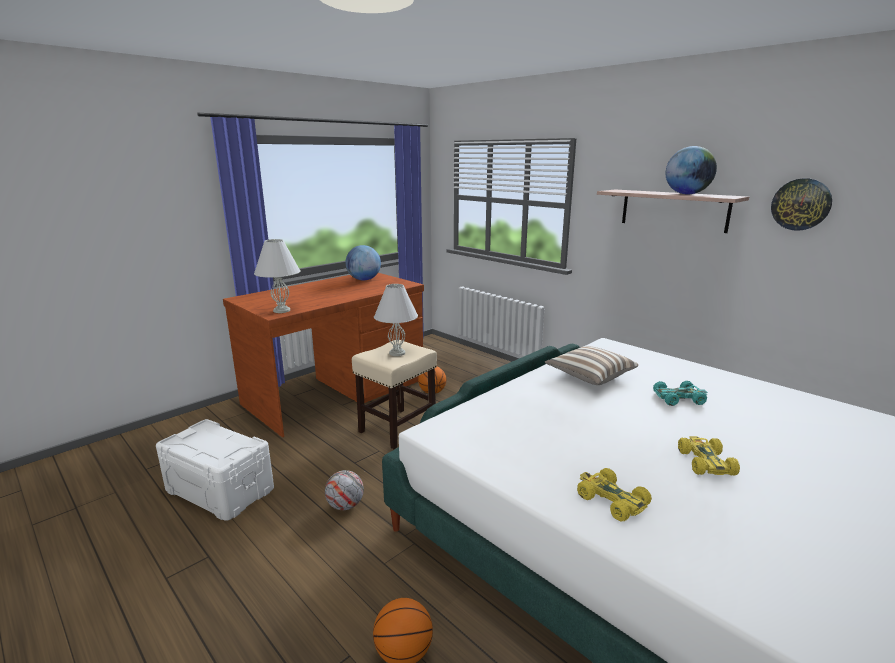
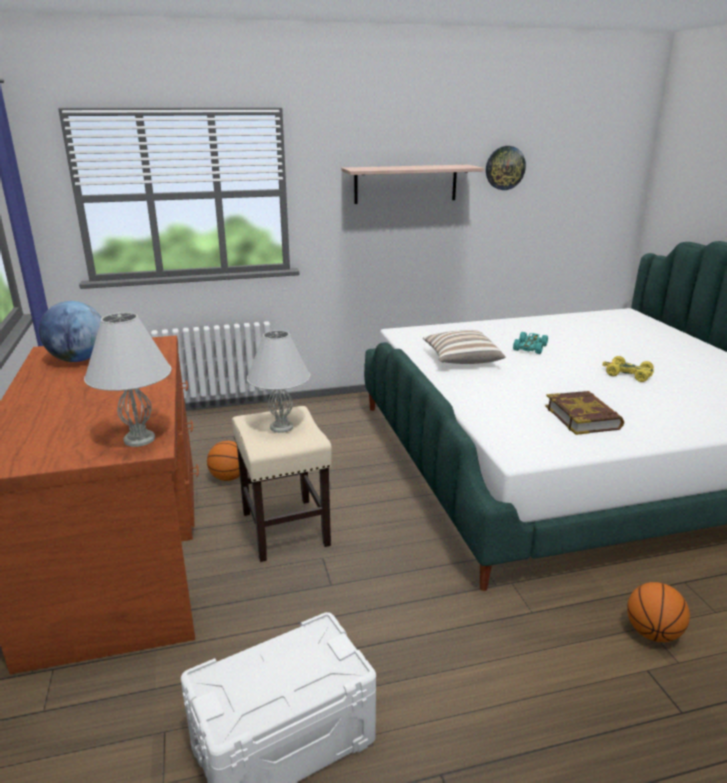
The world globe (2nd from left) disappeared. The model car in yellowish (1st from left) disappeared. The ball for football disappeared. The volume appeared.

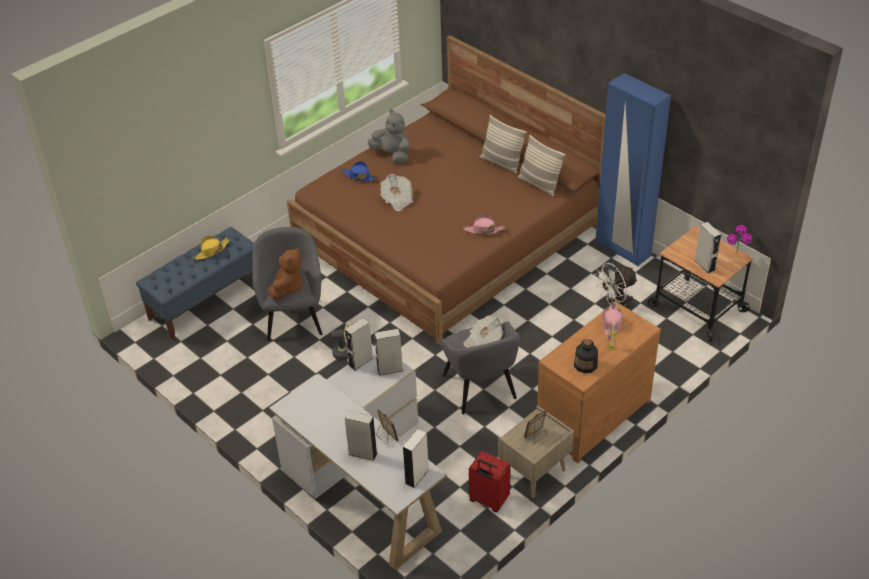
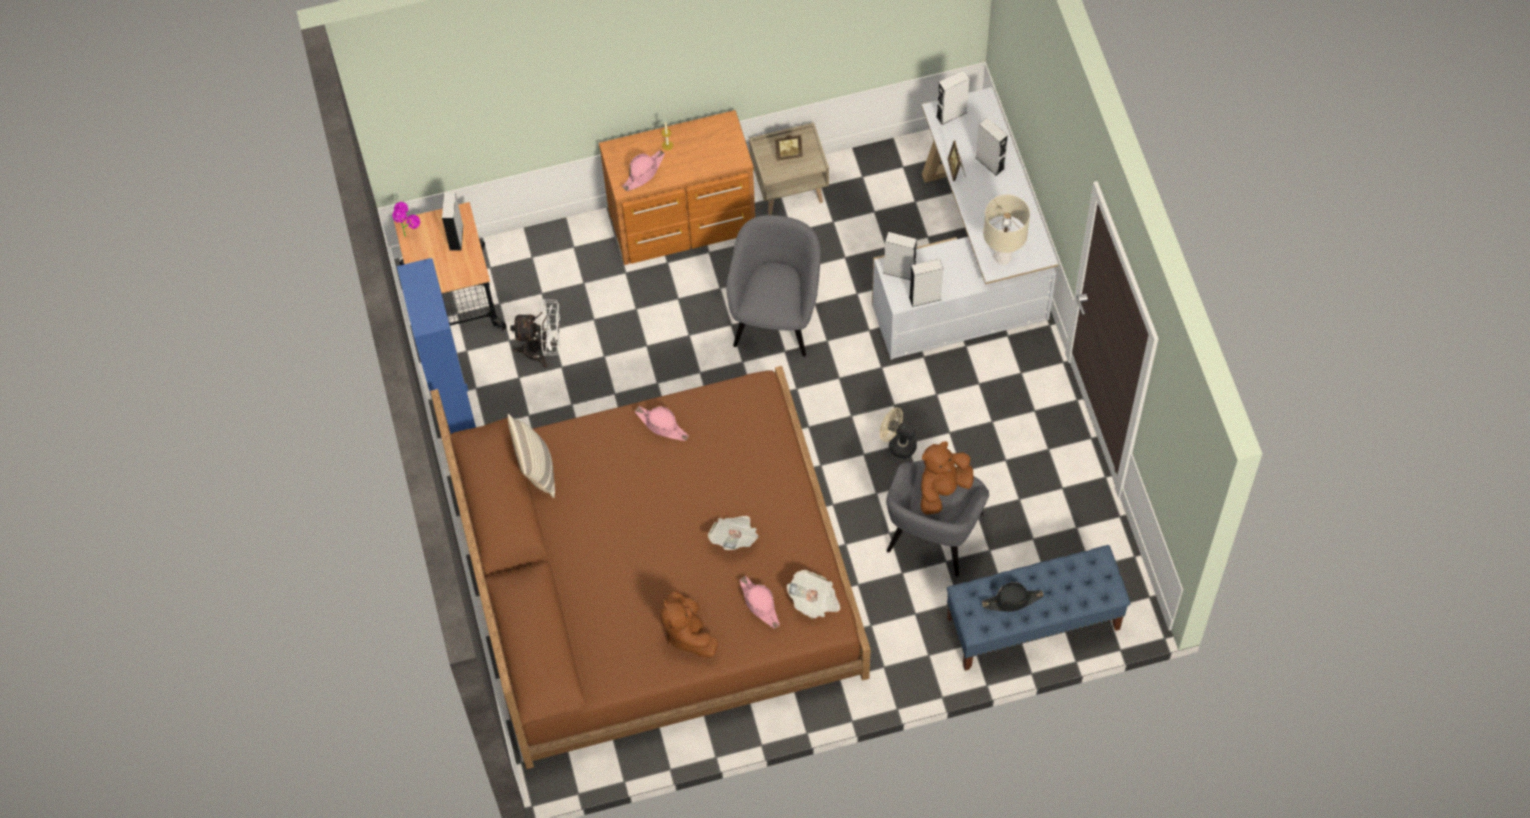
The plush toy in gray became the plush toy in brownish (1st from left). The cushion (1st from left) disappeared. The hat in blue became the hat in pink (3rd from left). The hat in yellowish became the hat in black. The printed paper (2nd from left) moved. The beverage bottle disappeared. The suitcase in red-coloured disappeared. The tabletop lamp in beige-coloured appeared.

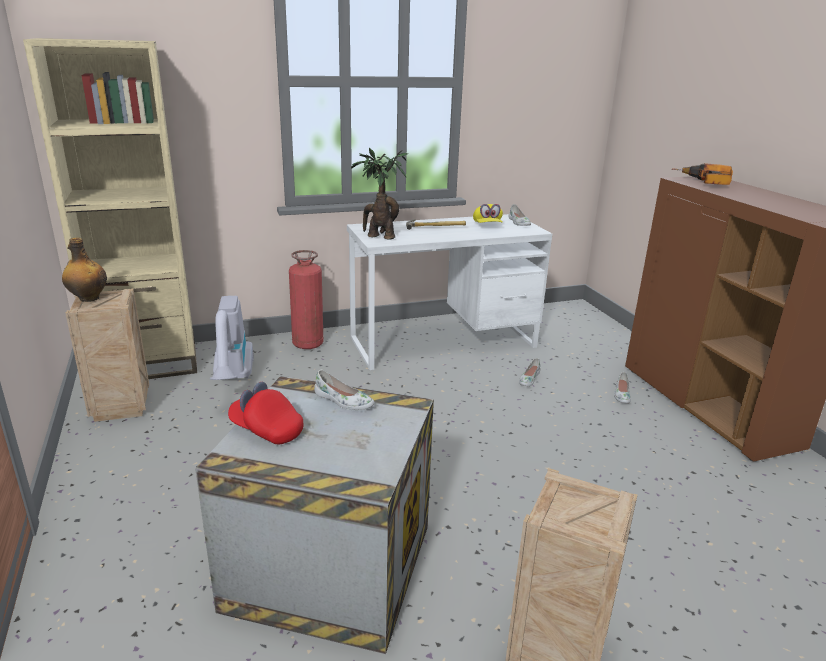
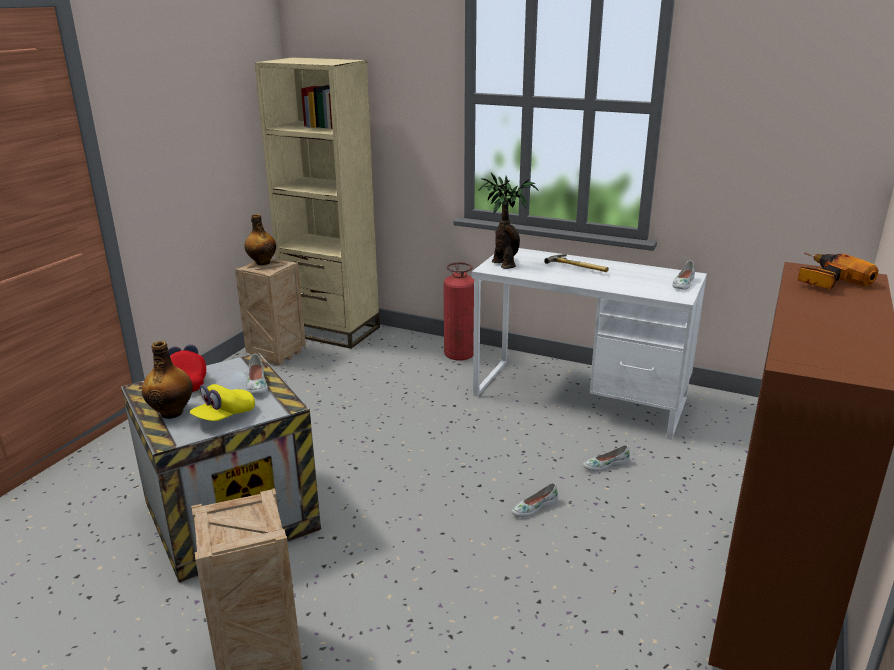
The baseball cap in yellowish moved. The hoover disappeared. The item of footwear in white (4th from left in the first image) moved. The beverage bottle (1st from left) appeared.

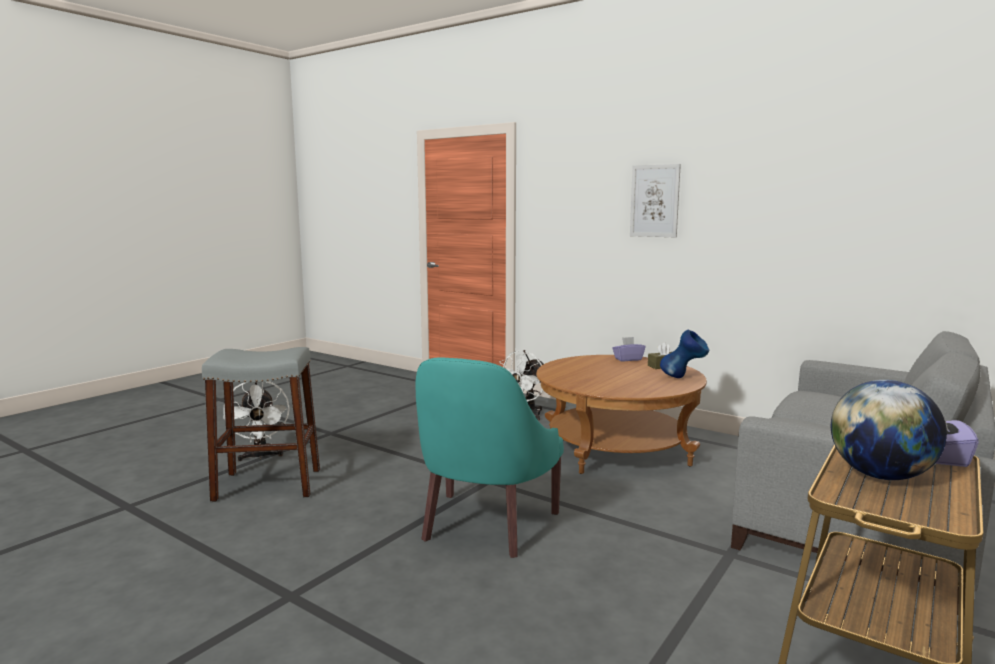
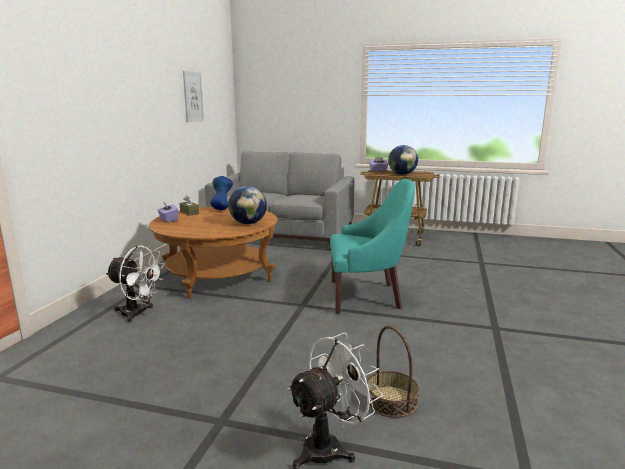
The wall art moved. The stool seat in gray was replaced by the storage basket. The world globe (1st from left) appeared.

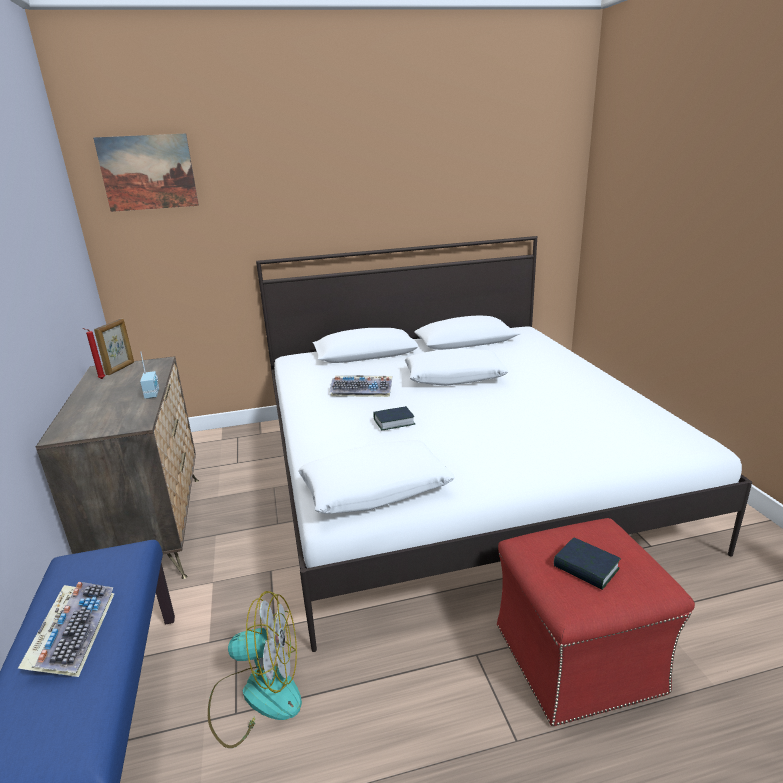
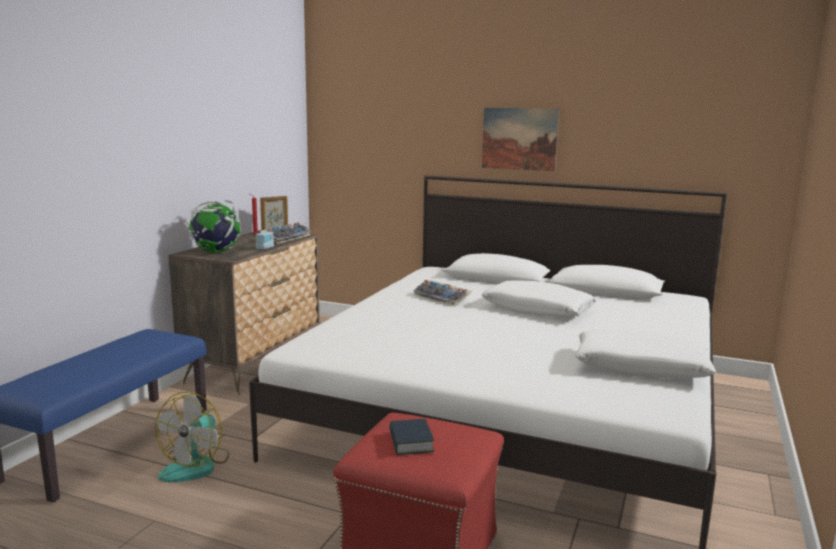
The wall art moved. The volume (1st from left) disappeared. The cushion in white (1st from left in the first image) moved. The keyboard (1st from left) moved. The cooling fan turned 75 degrees clockwise. The world globe appeared.

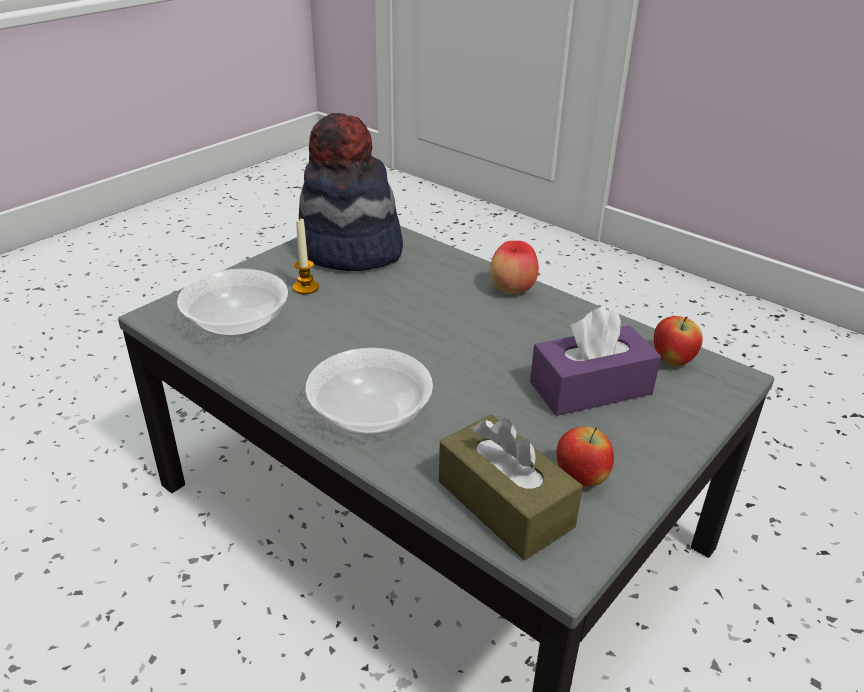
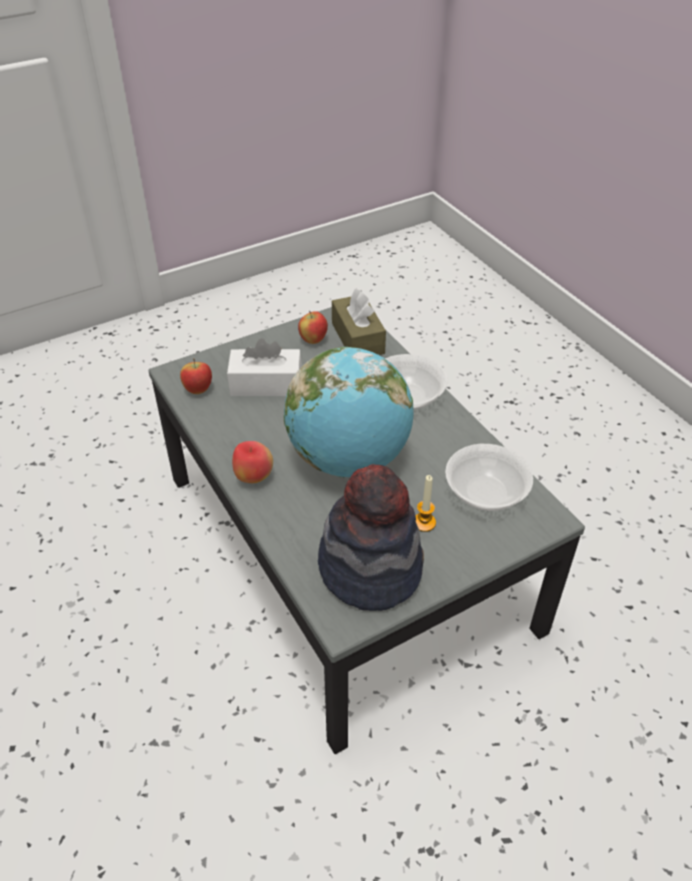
The box of tissues in purple became the box of tissues in white. The world globe appeared.

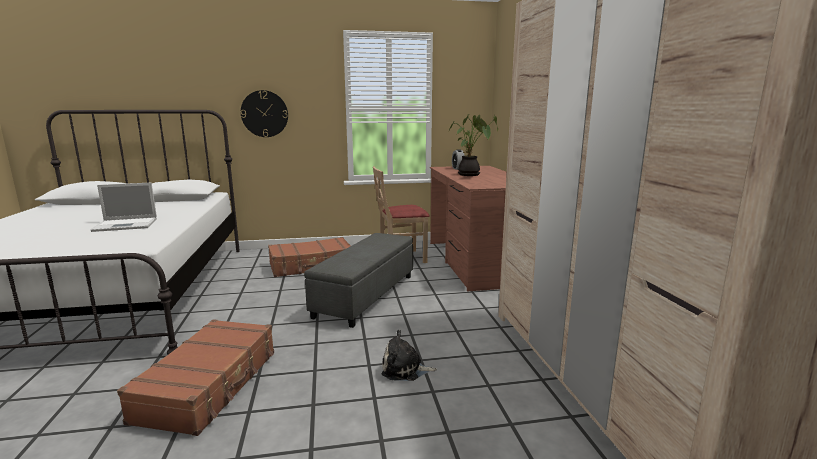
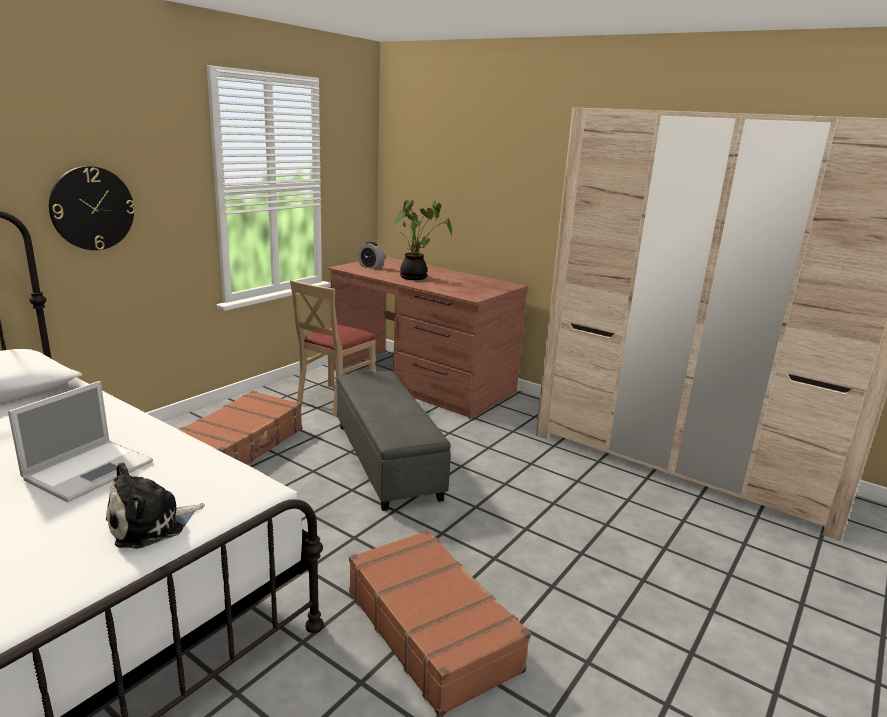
The plush toy moved.

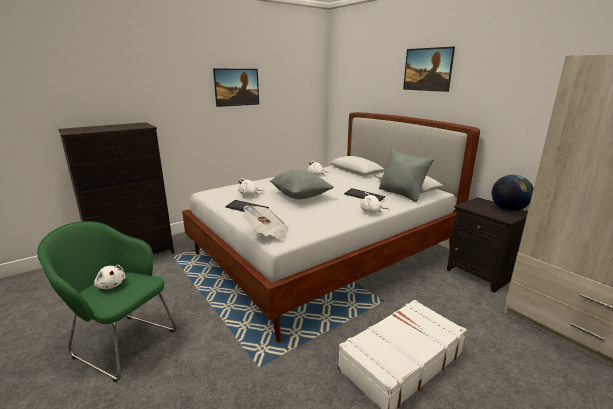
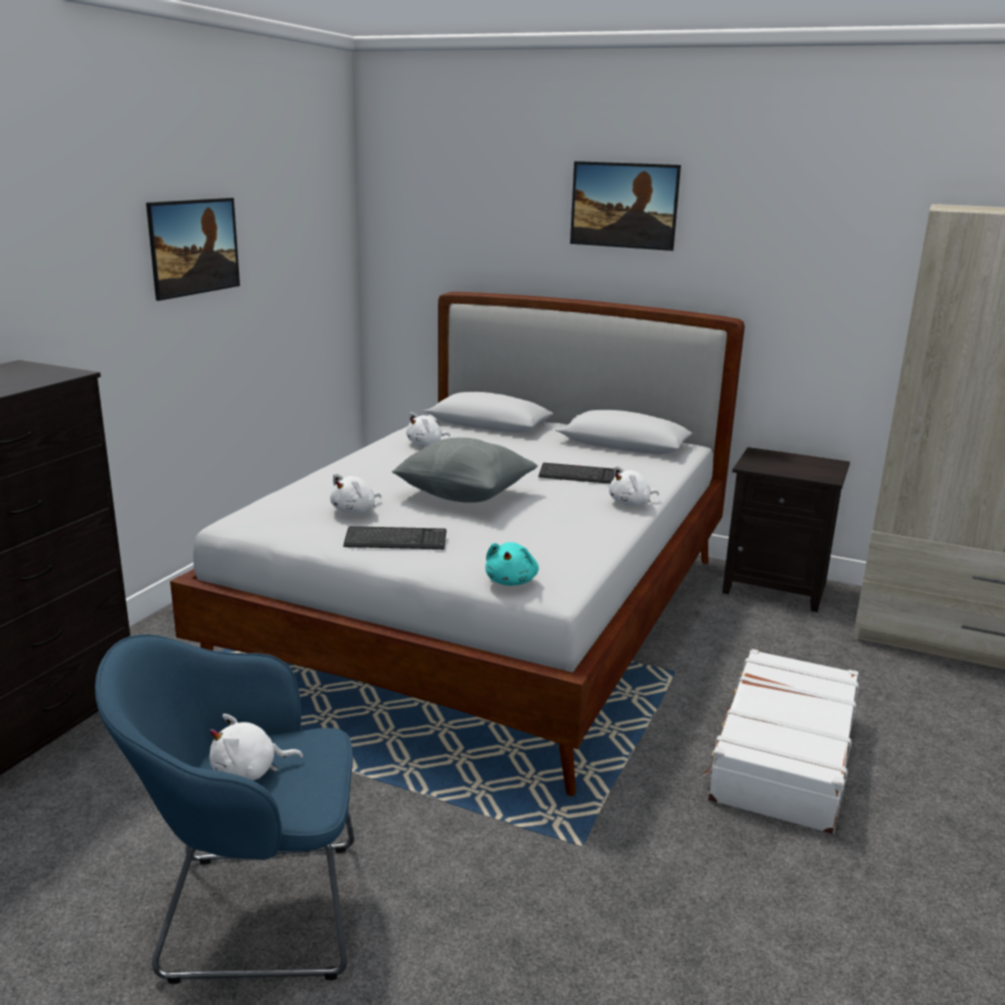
The cushion in gray (2nd from left) disappeared. The world globe disappeared. The printed paper was replaced by the plush toy in turquoise. The lounge chair in green became the lounge chair in blue. The plush toy in white (1st from left) turned 150 degrees clockwise.

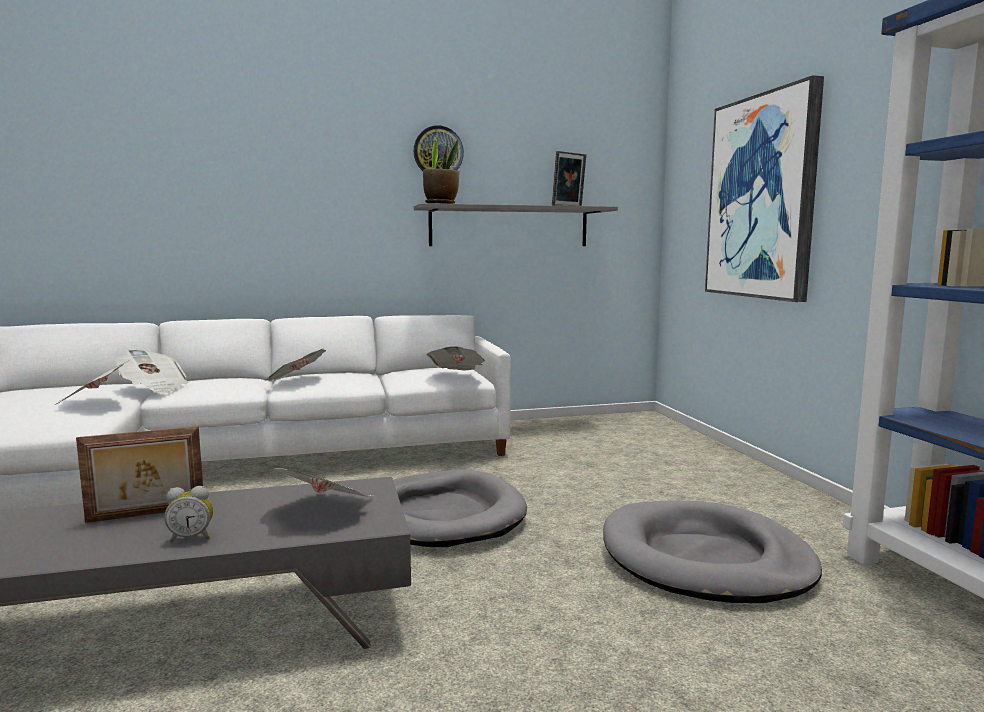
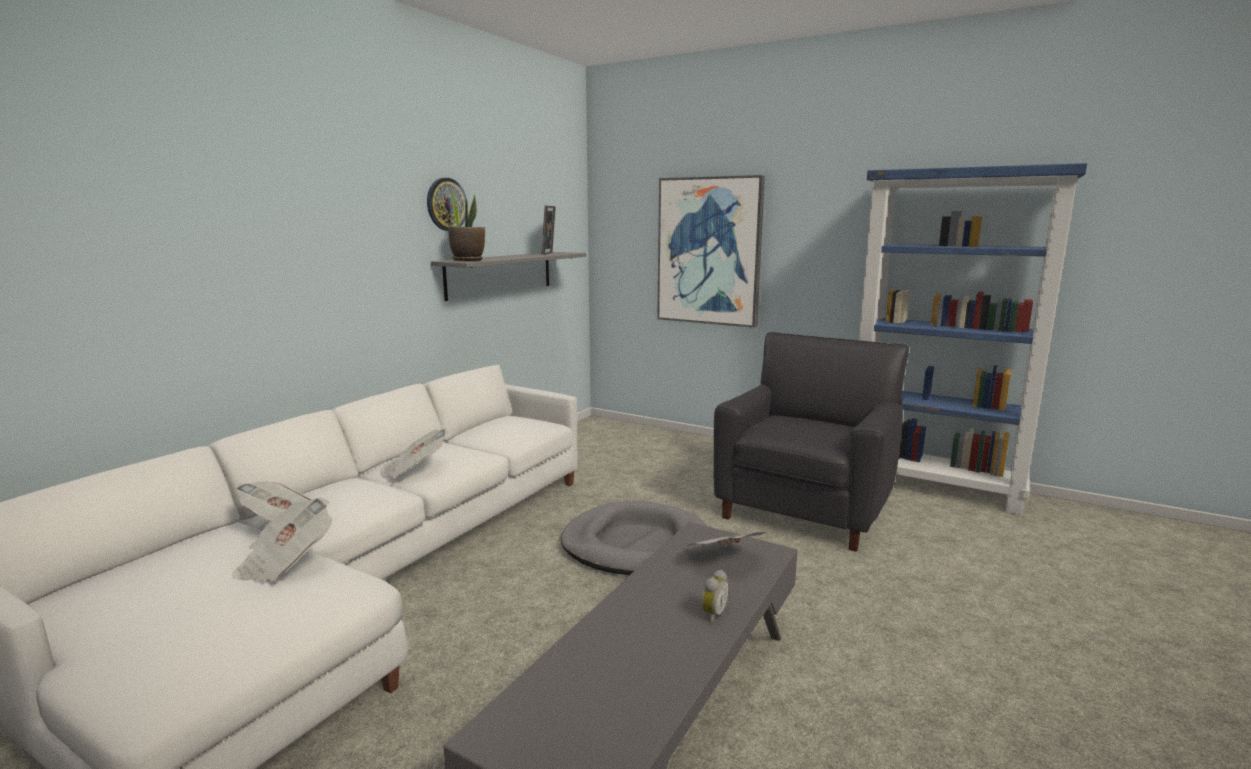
The printed paper (5th from left) disappeared. The picture frame (1st from left) disappeared. The dog bed in gray (2nd from left) was replaced by the lounge chair in black.

